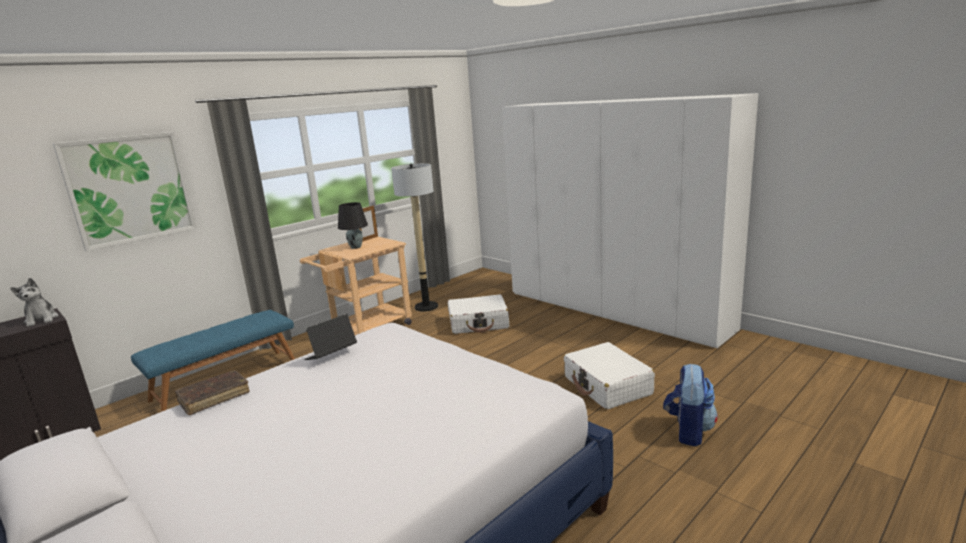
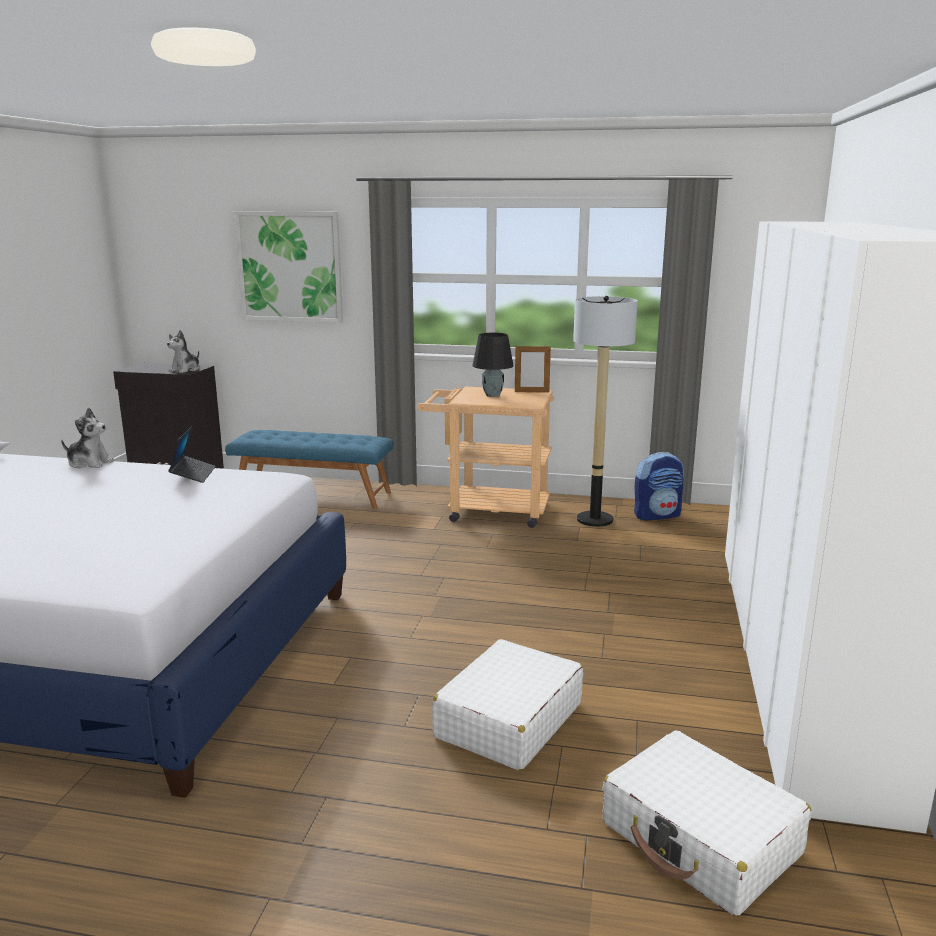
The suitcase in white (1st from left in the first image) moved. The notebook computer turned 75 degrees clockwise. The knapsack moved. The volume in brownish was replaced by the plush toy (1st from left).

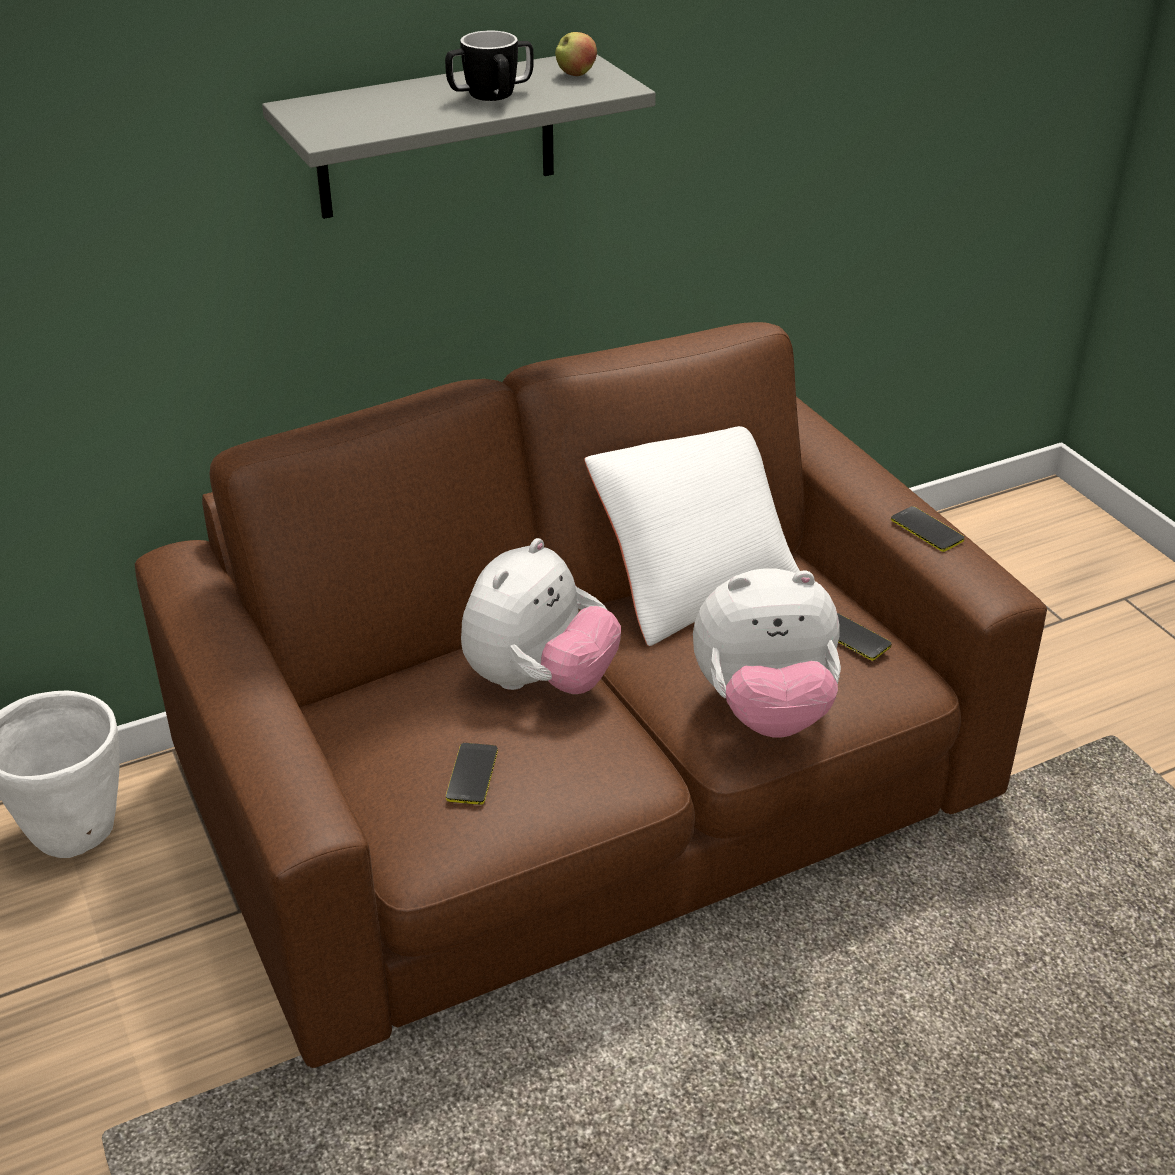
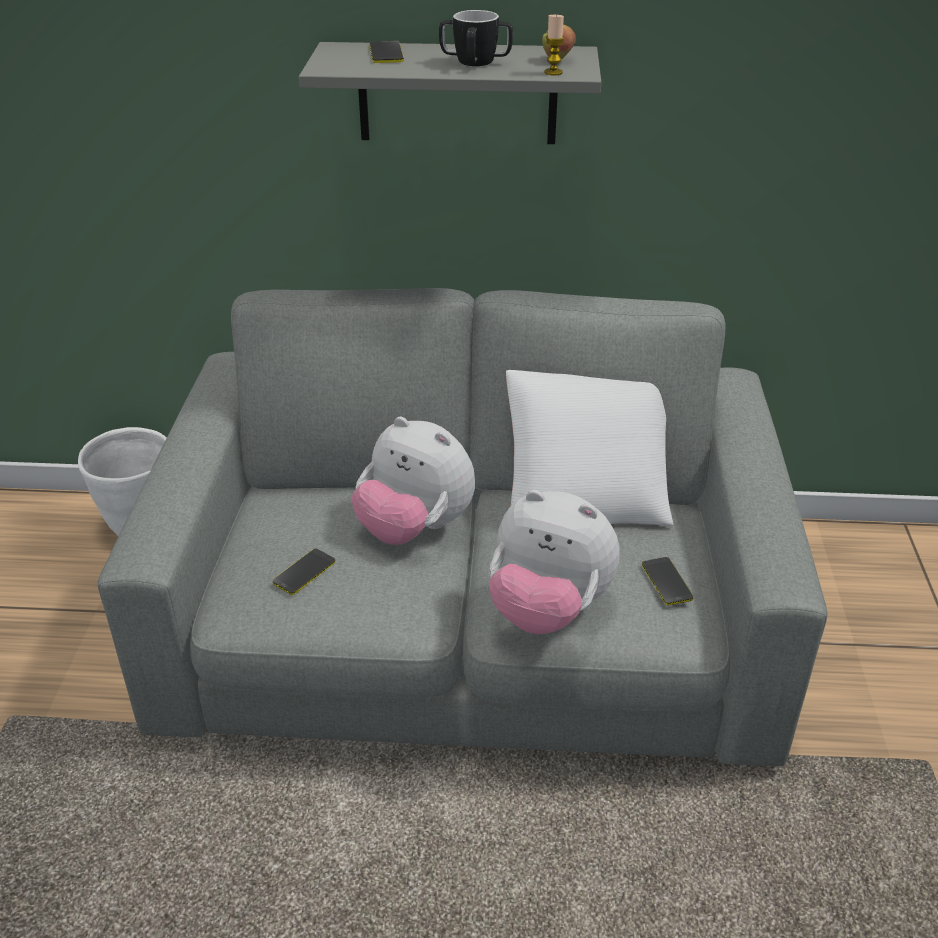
The sofa in brownish became the sofa in gray. The handset (3rd from left in the first image) moved. The plush toy (1st from left) turned 60 degrees clockwise. The candle appeared.

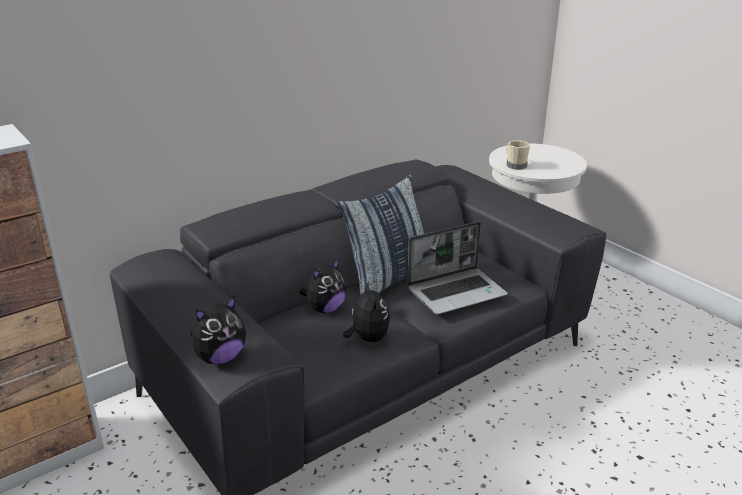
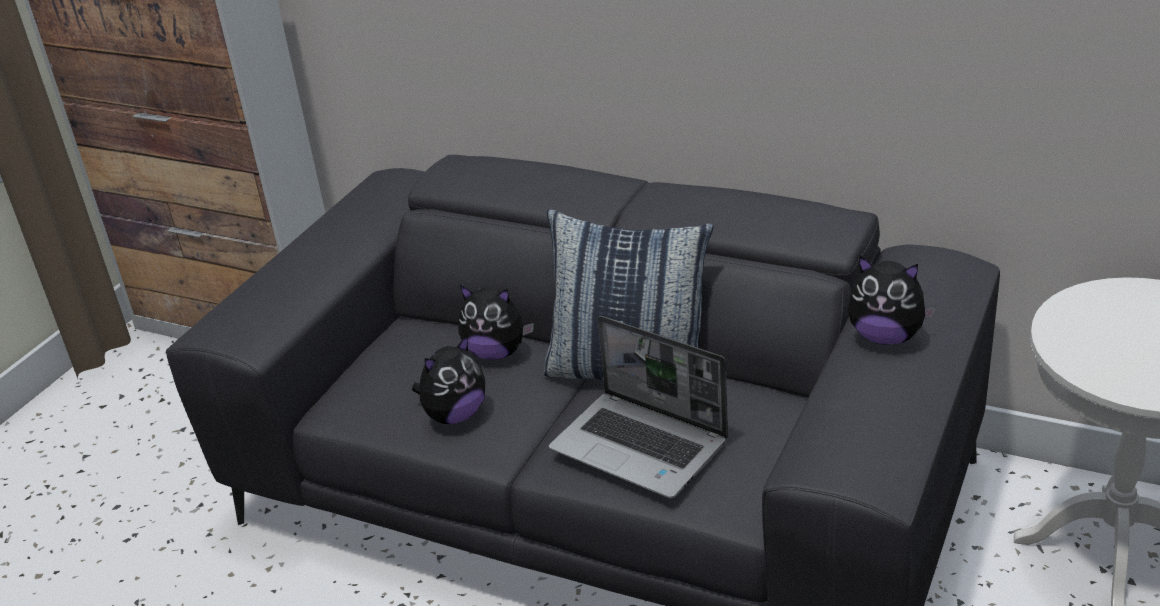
The tea mug in beige-coloured disappeared. The plush toy (1st from left in the first image) moved.

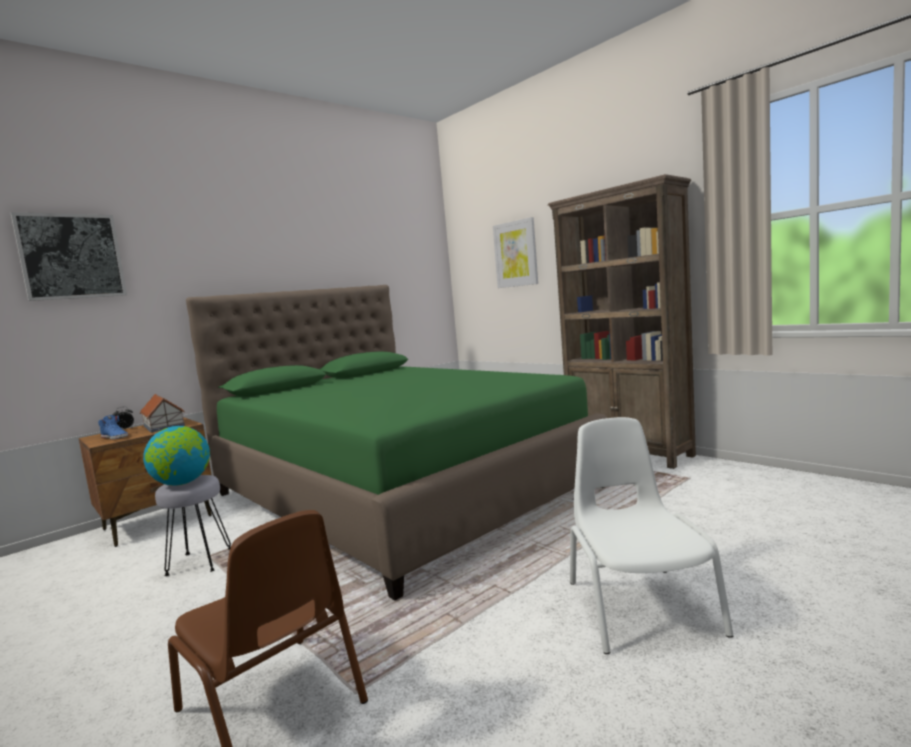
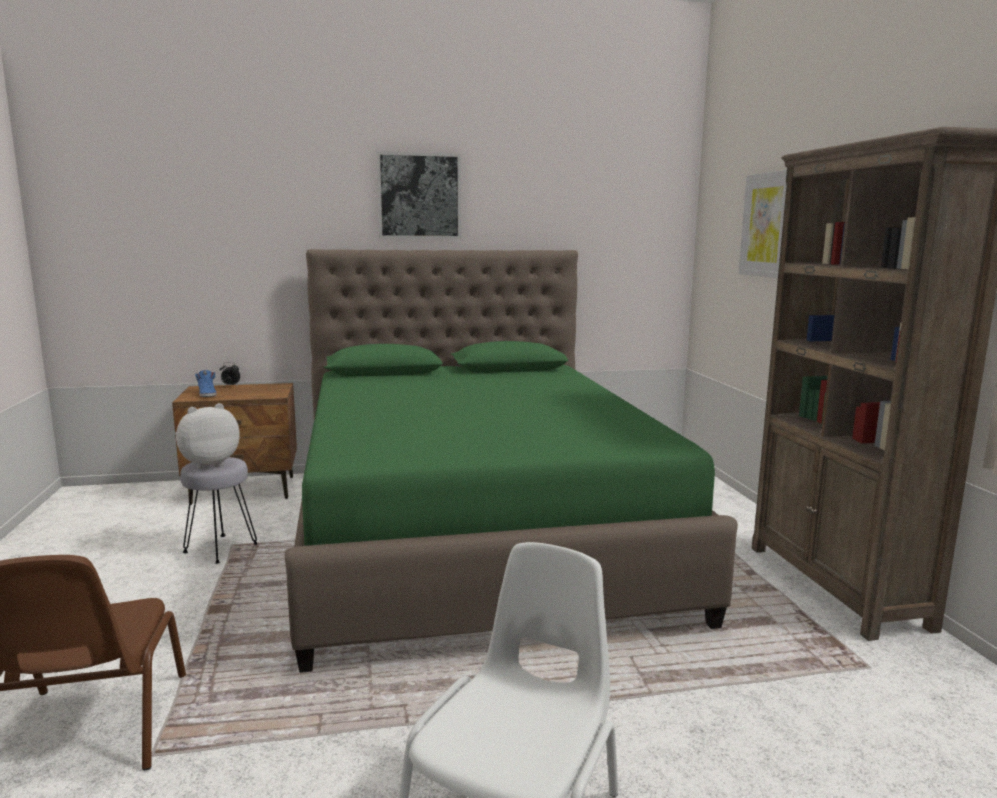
The wall art (1st from left) moved. The miniature house disappeared. The world globe was replaced by the plush toy.

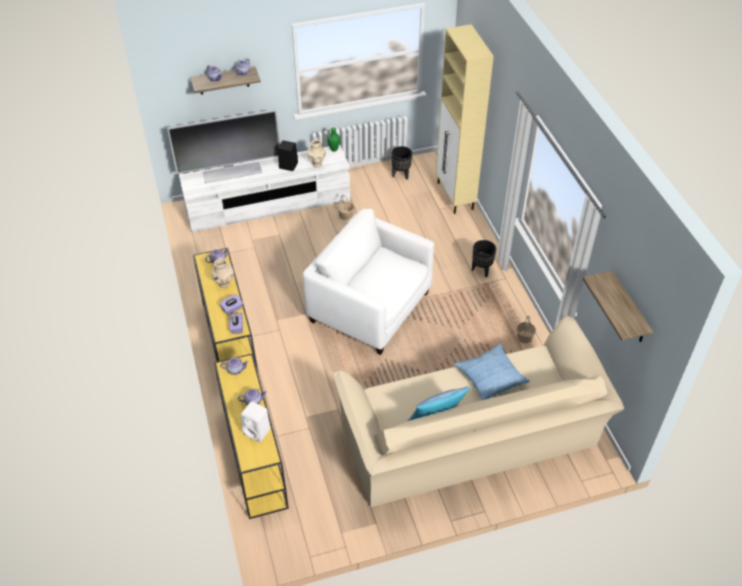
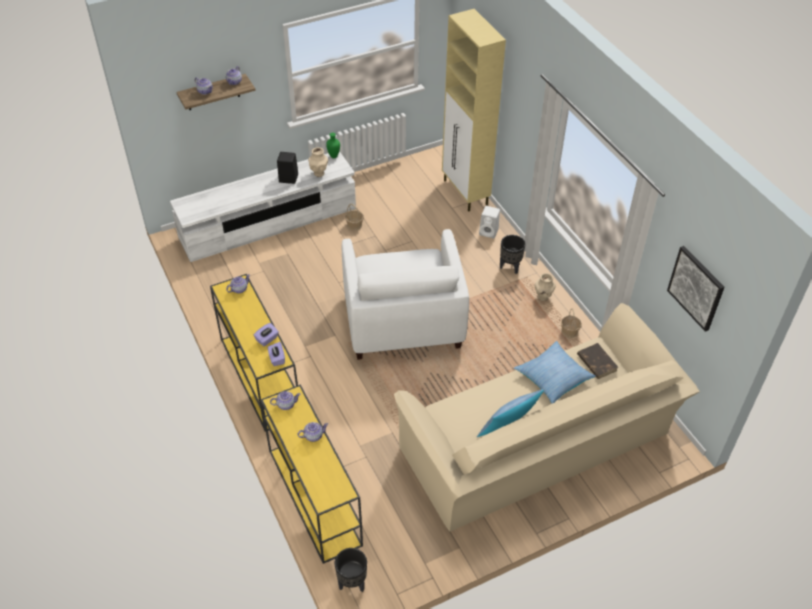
The TV disappeared. The planter in black (1st from left) moved. The lounge chair in white turned 120 degrees counterclockwise. The decorative vase in beige-coloured (1st from left in the first image) moved. The shelf (2nd from left) was replaced by the wall art. The audio speaker in white moved. The volume in brownish appeared.

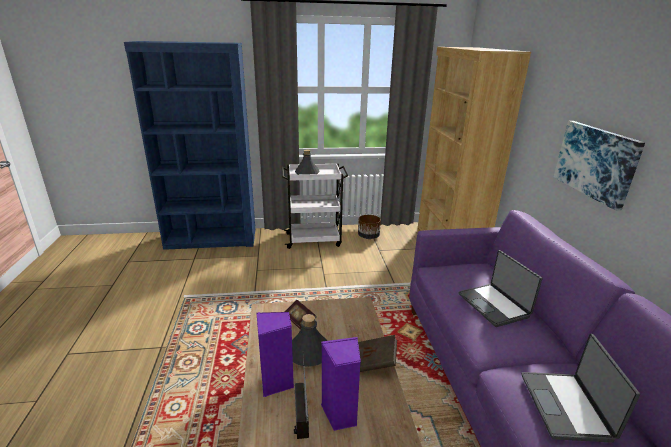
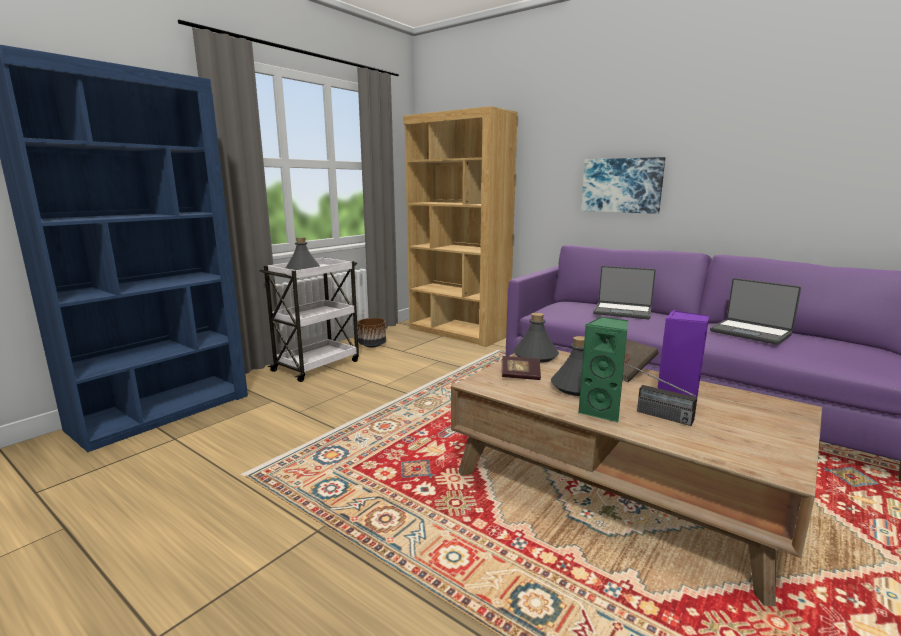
The audio speaker in purple (1st from left) became the audio speaker in green. The beverage bottle in gray (2nd from left) appeared.

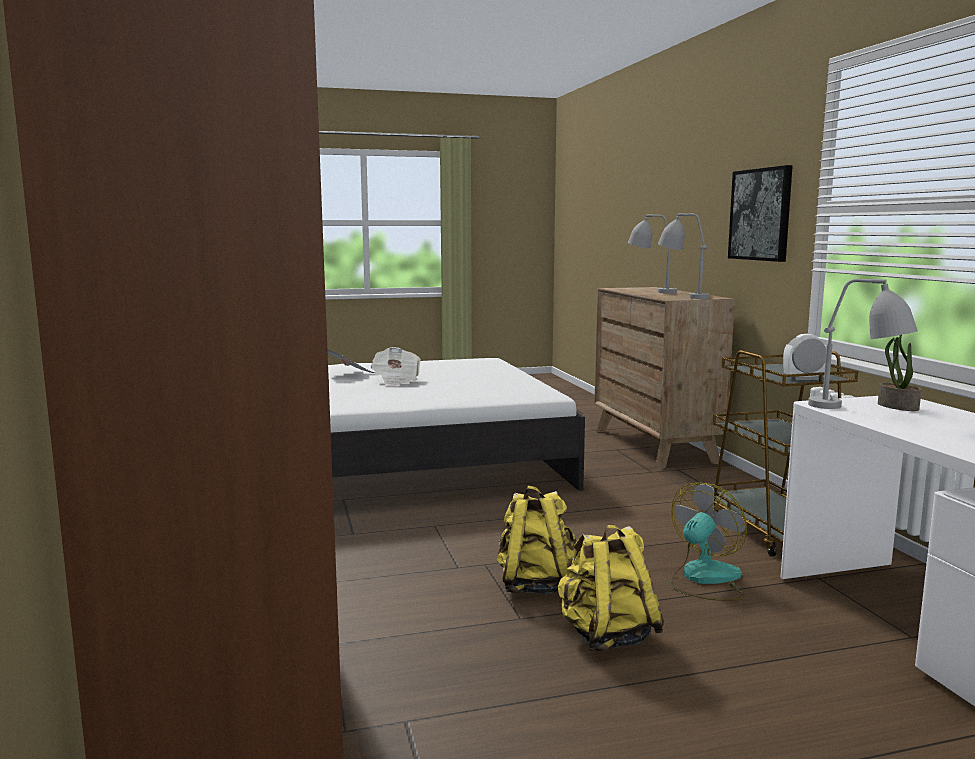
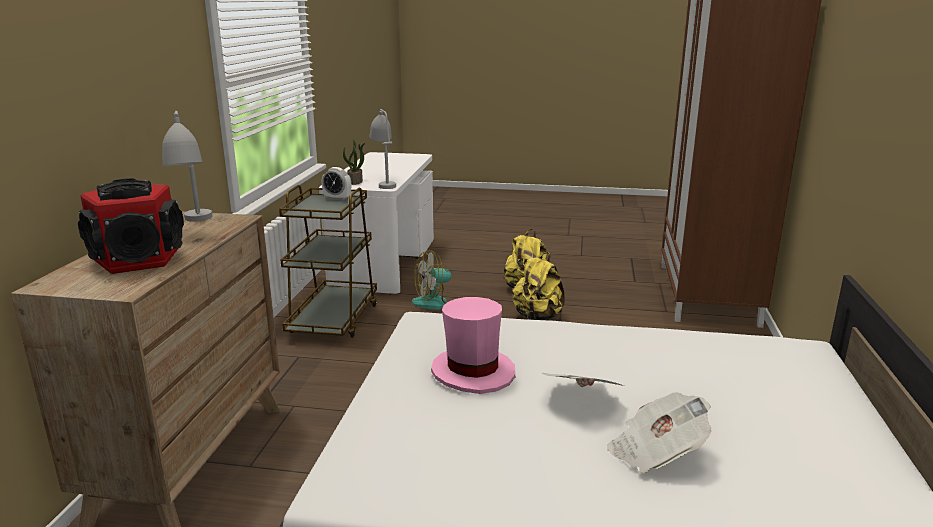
The wall art disappeared. The tabletop lamp in gray (1st from left) was replaced by the audio speaker. The hat in pink appeared.

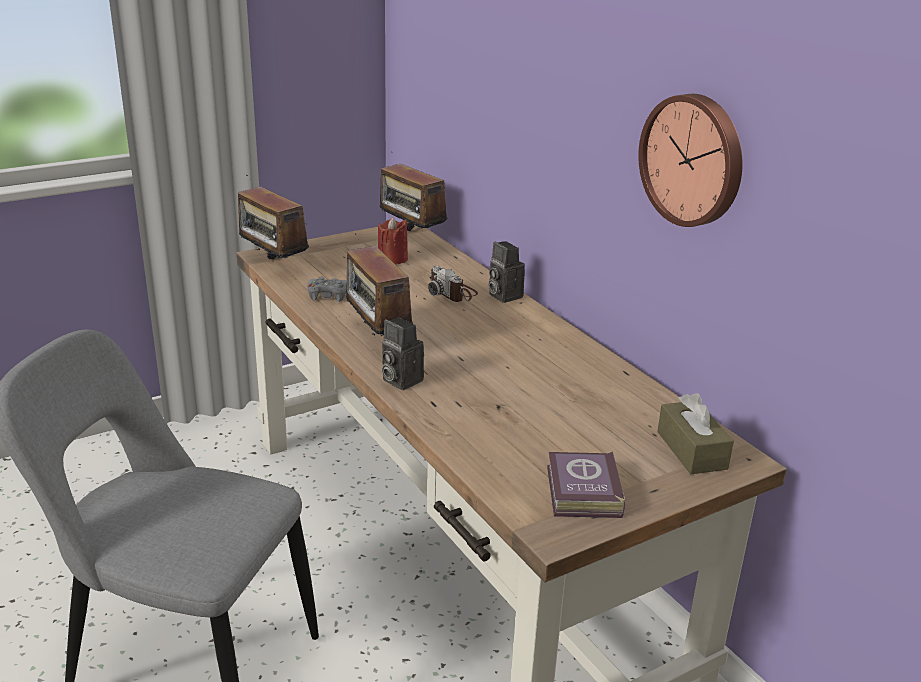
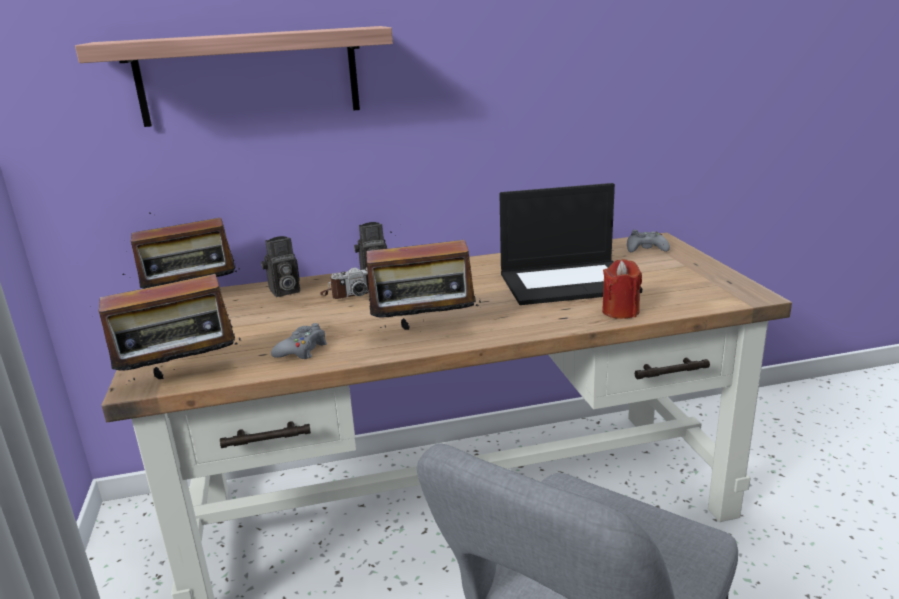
The hanging clock disappeared. The candle in red-coloured moved. The photo camera (1st from left) moved. The box of tissues in brownish was replaced by the gamepad in gray (2nd from left). The volume disappeared. The shelf appeared. The notebook computer appeared.

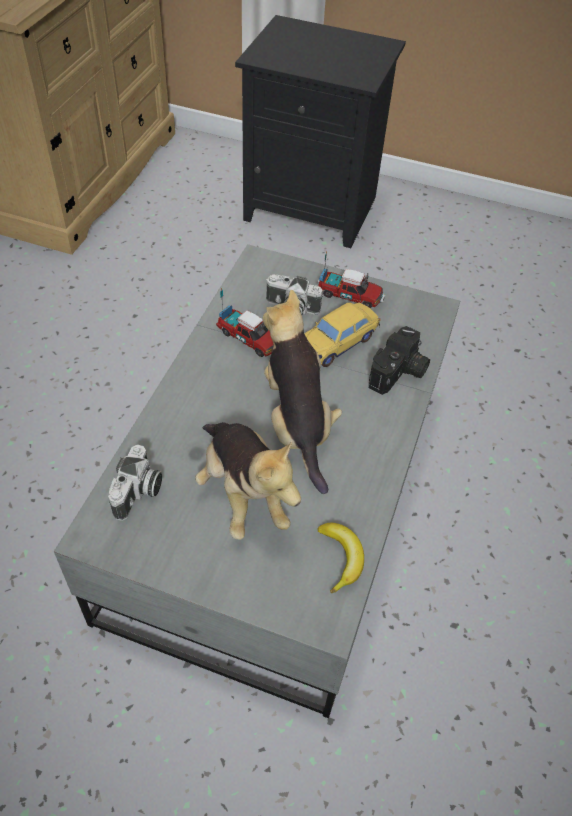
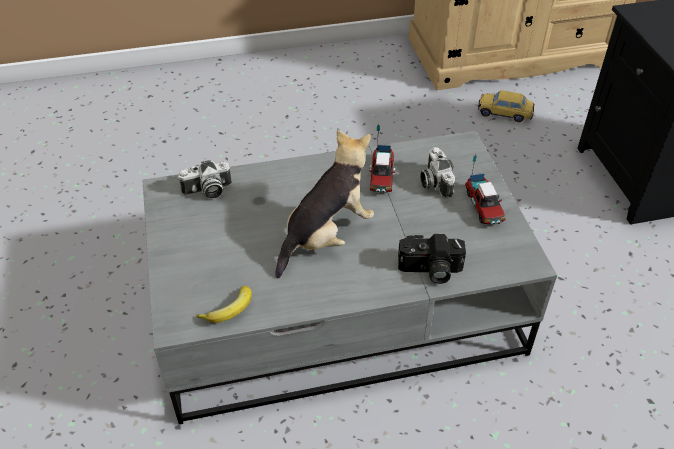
The model car moved. The plush toy (1st from left) disappeared.

